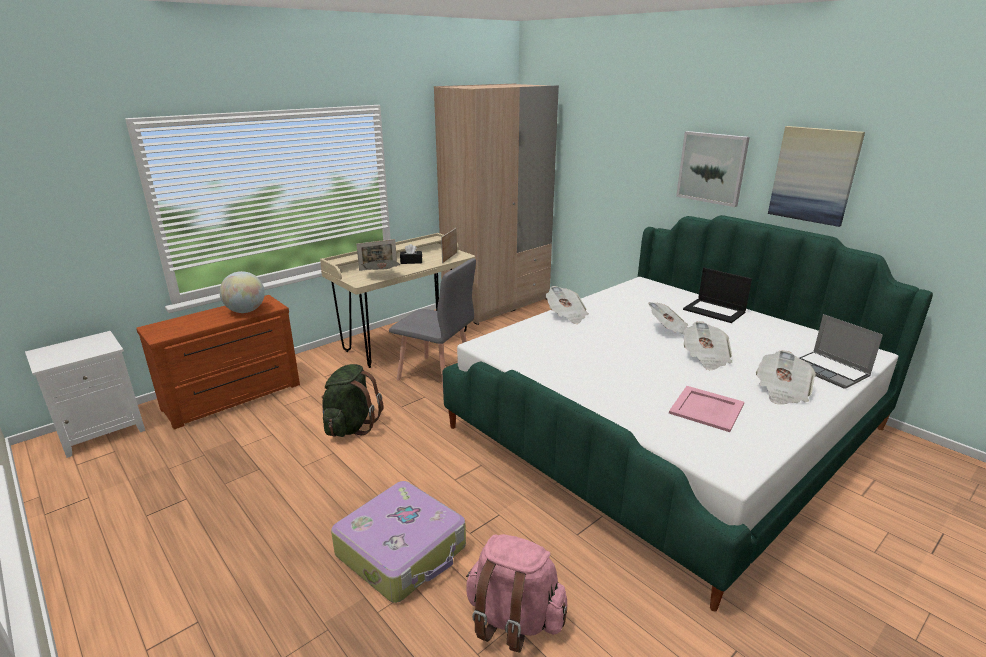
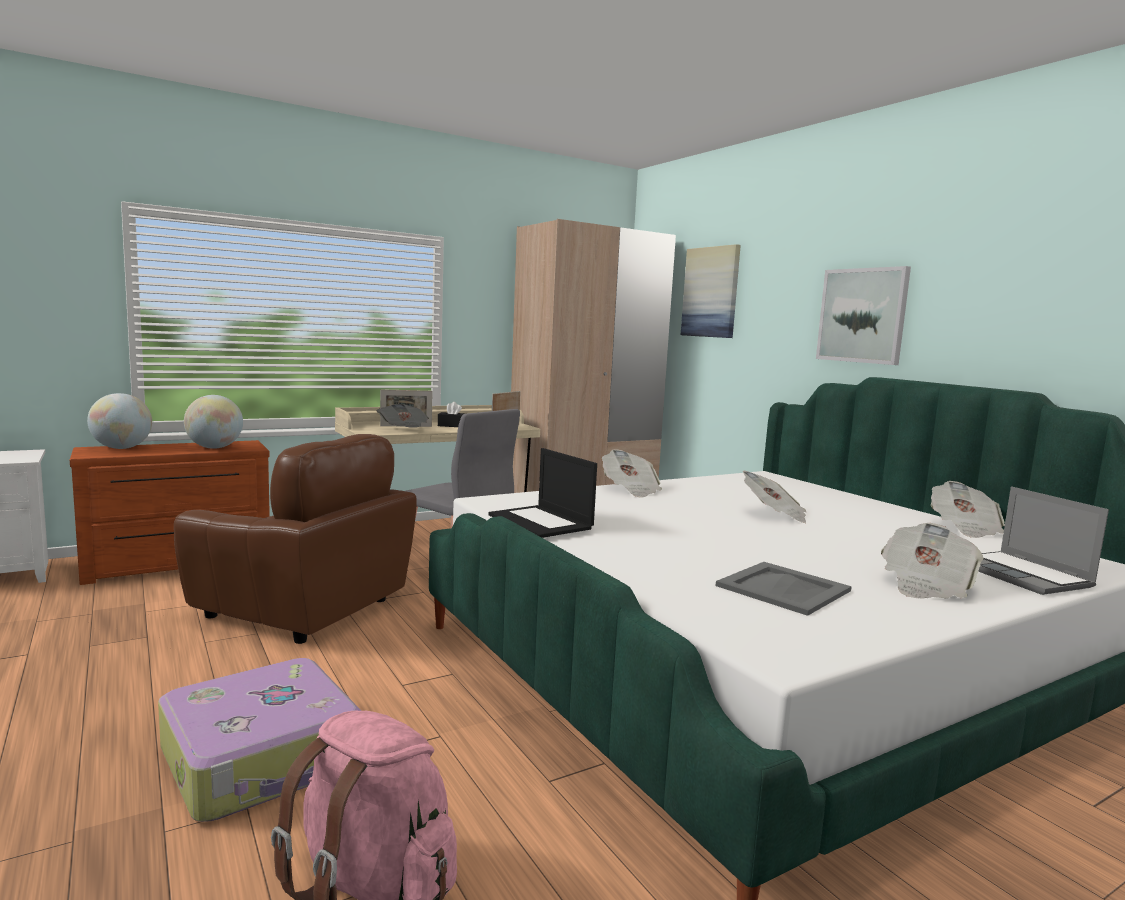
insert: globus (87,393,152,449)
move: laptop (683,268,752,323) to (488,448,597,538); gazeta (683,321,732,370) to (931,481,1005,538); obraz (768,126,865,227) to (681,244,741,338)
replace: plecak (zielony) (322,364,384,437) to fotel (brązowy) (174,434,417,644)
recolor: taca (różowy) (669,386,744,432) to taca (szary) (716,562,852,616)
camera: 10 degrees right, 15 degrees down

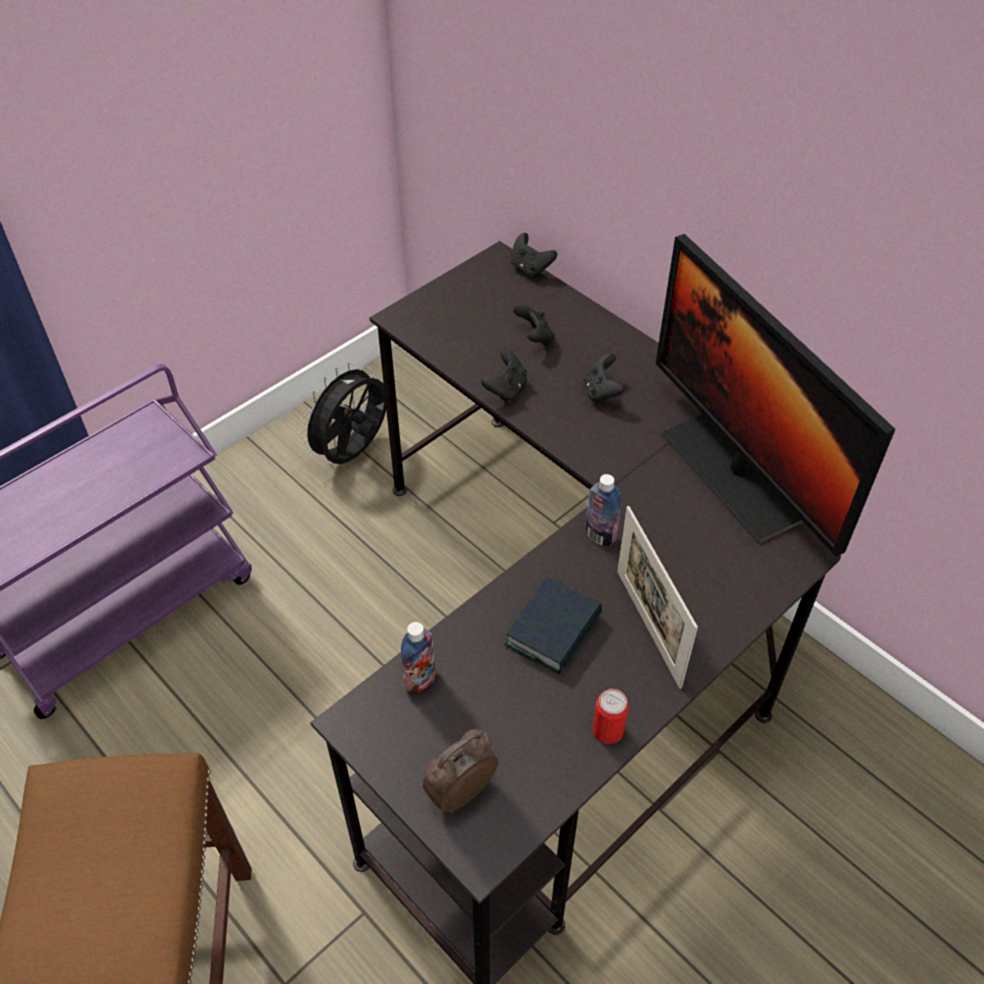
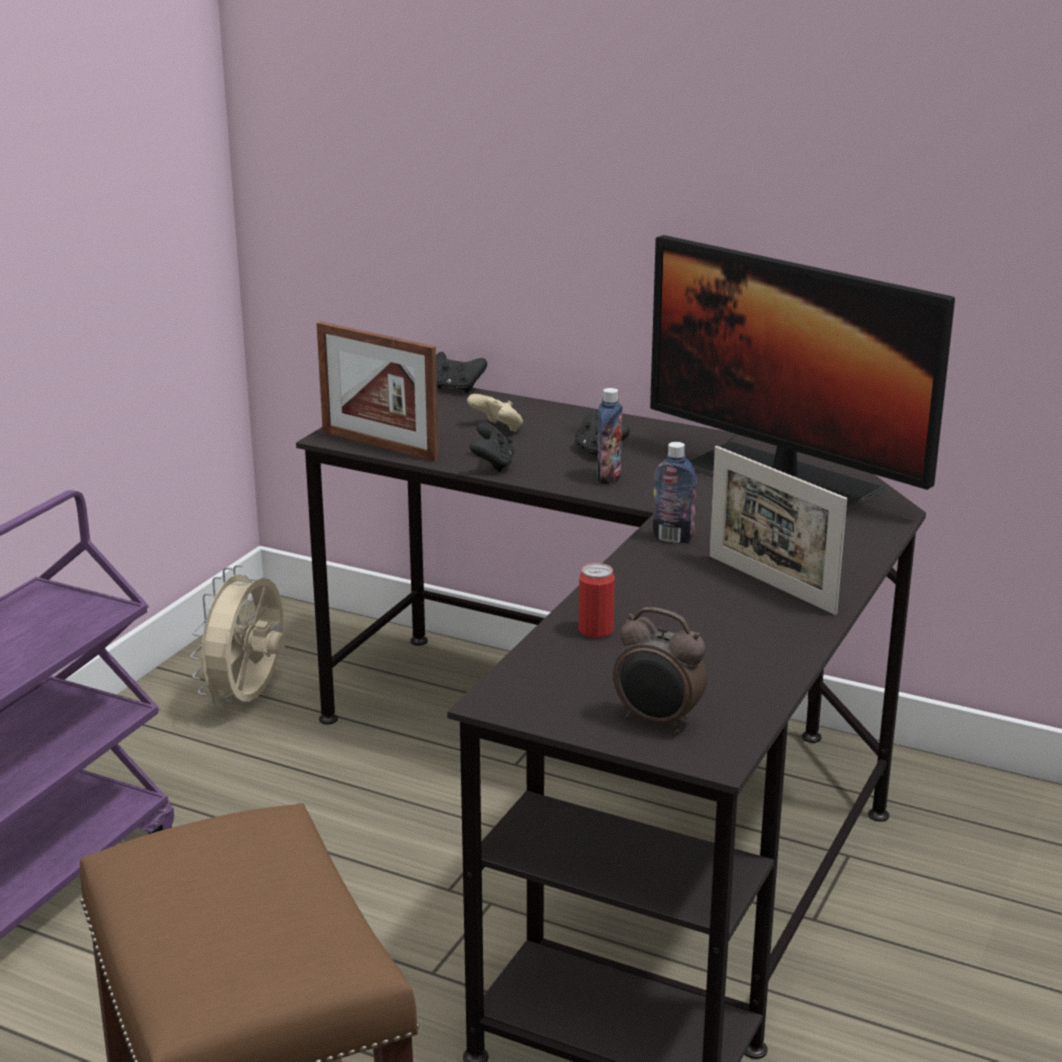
delete: książka (504,577,602,674)
insert: ramka na zdjęcie (317,321,439,461)
move: butelka (401,622,436,696) to (597,388,622,484); puszka (593,689,628,744) to (579,563,615,638)
recolor: wentylator (czarny) (299,362,386,464) to wentylator (beżowy) (190,565,286,707); pad do gier (czarny) (513,304,555,346) to pad do gier (beżowy) (467,394,523,432)
rotate: budzik (423,729,498,813) = (613,607,707,733) 90 degrees counterclockwise
camera: 20 degrees left, 25 degrees down

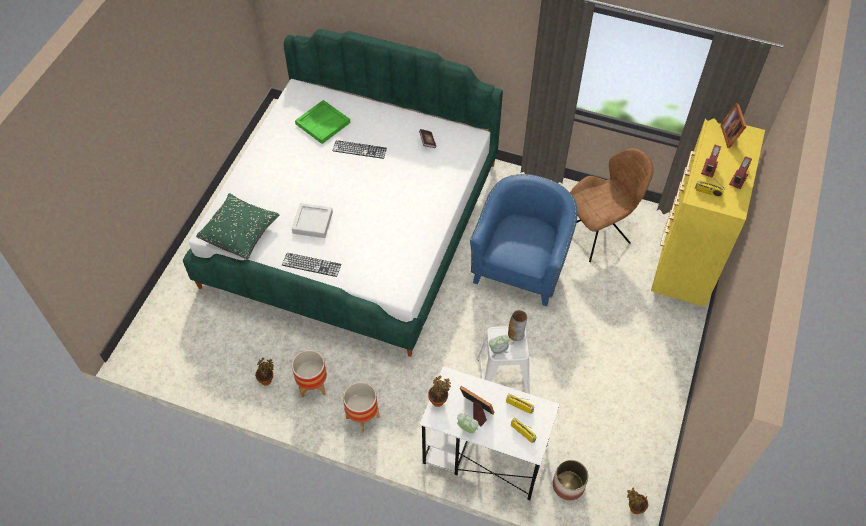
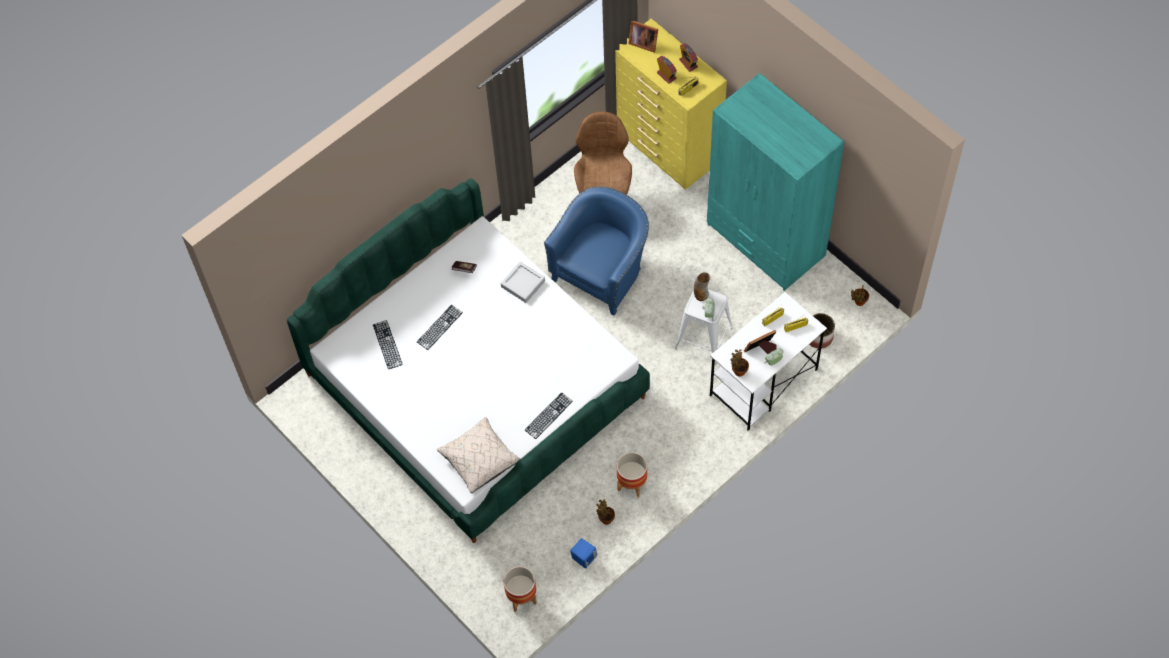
insert: głośnik (niebieski) (570,538,597,568); szafa (turkusowy) (707,73,844,291)
move: taca (szary) (292,203,333,238) to (501,261,545,303); donica (343,382,379,433) to (504,566,537,612)
replace: taca (zielony) (295,100,350,144) to klawiatura (373,320,403,369)
recolor: poduszka (zielony) (196,193,279,259) to poduszka (beżowy) (437,417,521,493)
rotate: fotel (niebieski) (470,174,577,306) = (544,187,649,315) 75 degrees clockwise
camera: 60 degrees left, 5 degrees up

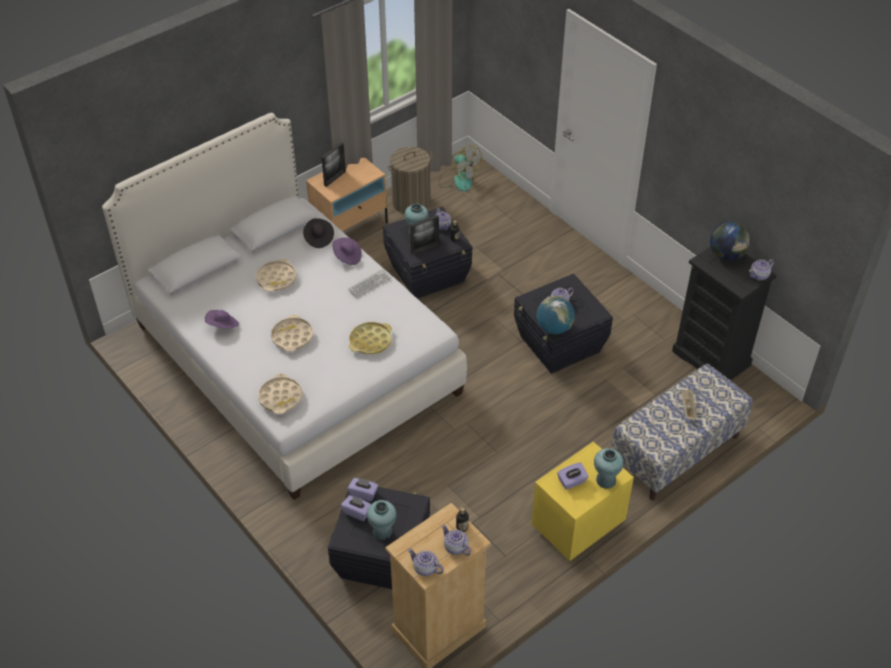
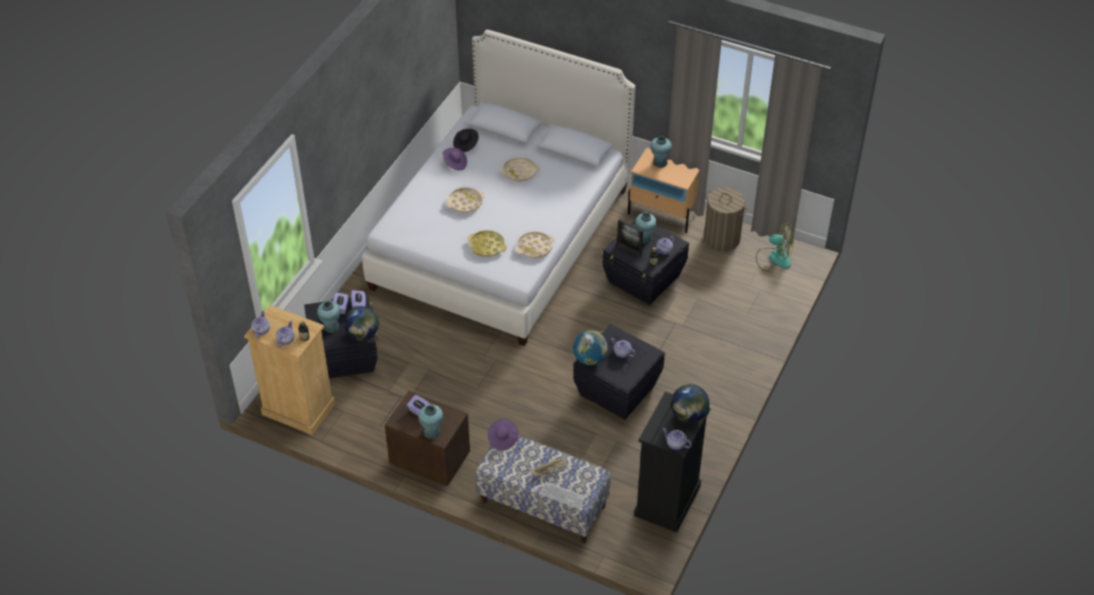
insert: globus (344,306,379,341)
move: taca (beżowy) (258,374,302,414) to (515,231,554,258); kapelusz (czarny) (303,218,334,248) to (453,129,478,152); kapelusz (fioletowy) (333,237,362,265) to (488,419,518,450); klawiatura (347,269,392,299) to (540,482,586,509)
replace: ramka na zdjęcie (322,142,346,187) to wazon (turkusowy) (651,136,672,168)
recolor: szafka nocna (żółty) (531,442,634,561) to szafka nocna (brązowy) (385,391,470,486)
rotate: wentylator (439,145,482,192) = (756,222,794,271) 90 degrees counterclockwise
camera: 65 degrees right, 0 degrees up

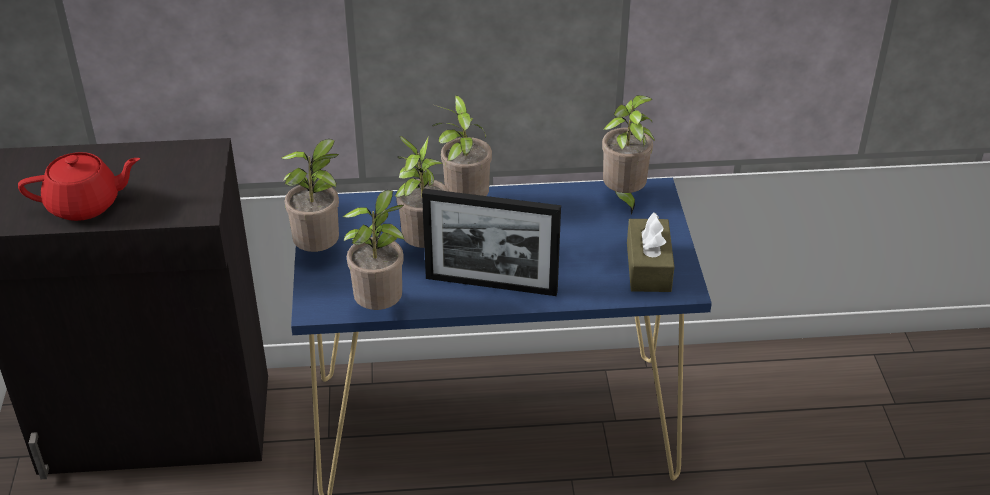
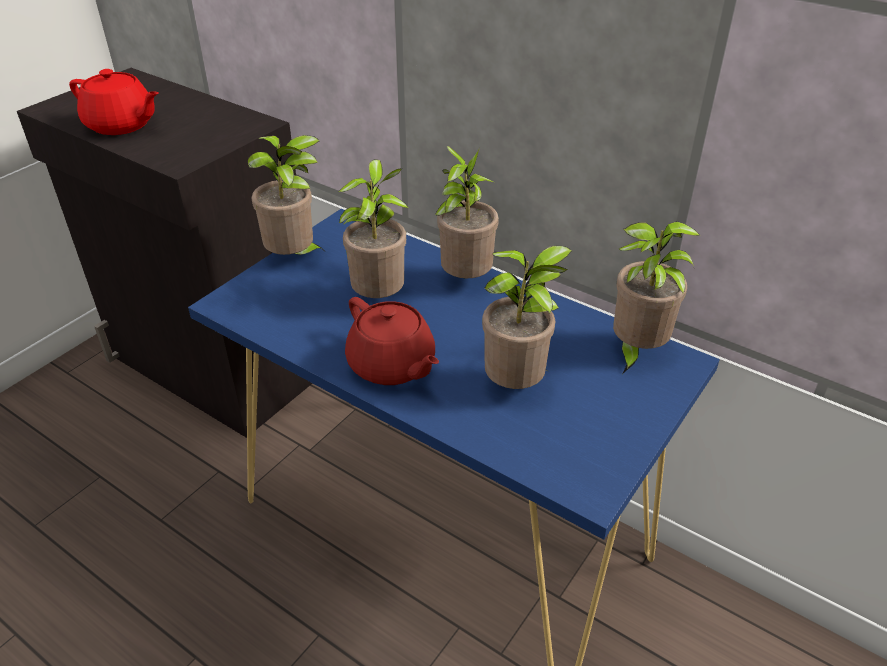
delete: pudełko chusteczek (brązowy) (627,212,674,292)
move: roślina doniczkowa (343,190,404,310) to (482,245,572,389)
replace: ramka na zdjęcie (422,189,561,296) to imbryk (czerwony) (345,297,439,385)
camera: 40 degrees right, 0 degrees up

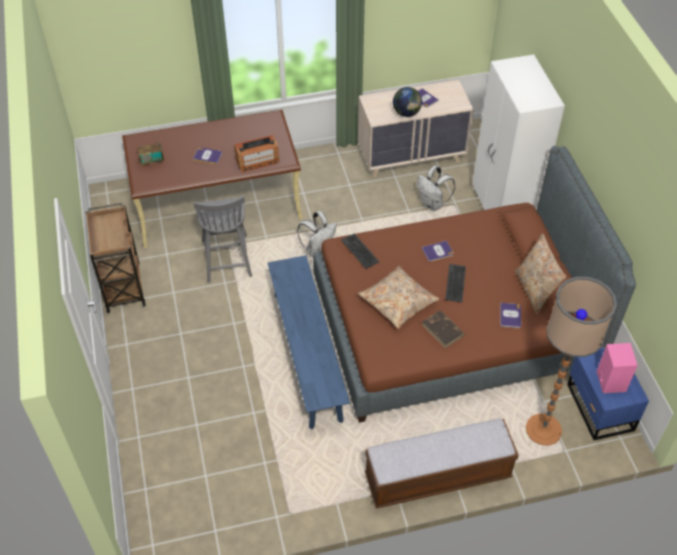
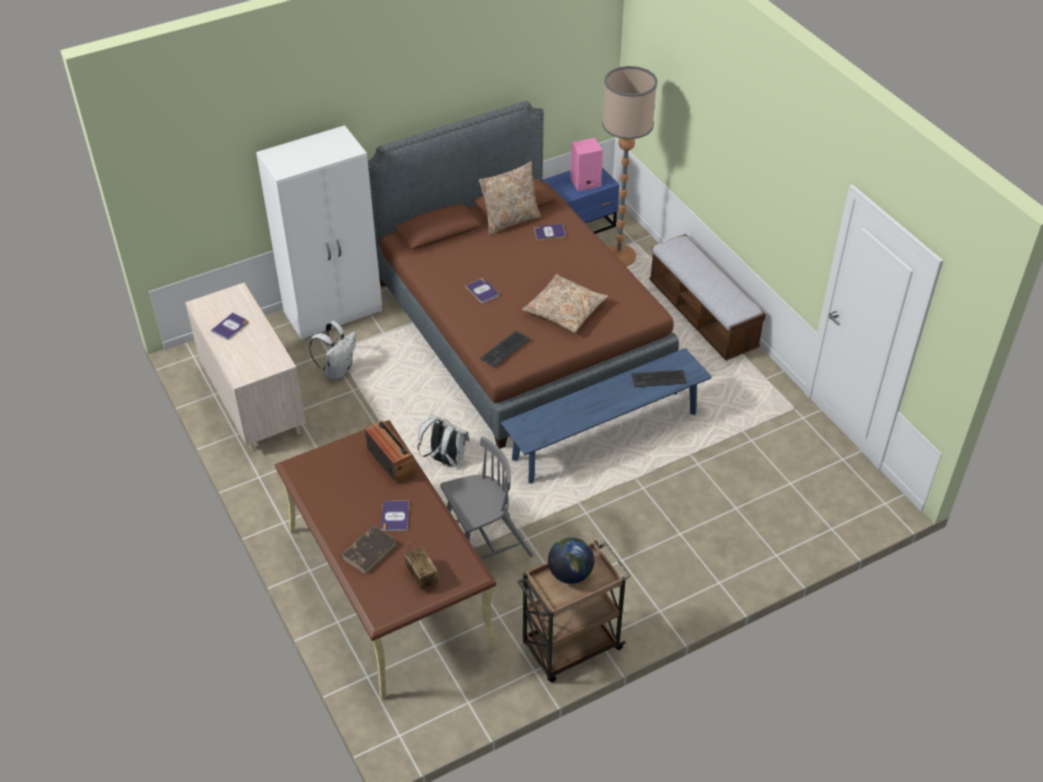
move: globus (393,87,422,117) to (548,537,594,584); książka (brązowy) (422,310,465,348) to (341,526,397,575); klawiatura (445,264,466,302) to (631,370,687,387)
camera: 105 degrees left, 5 degrees down

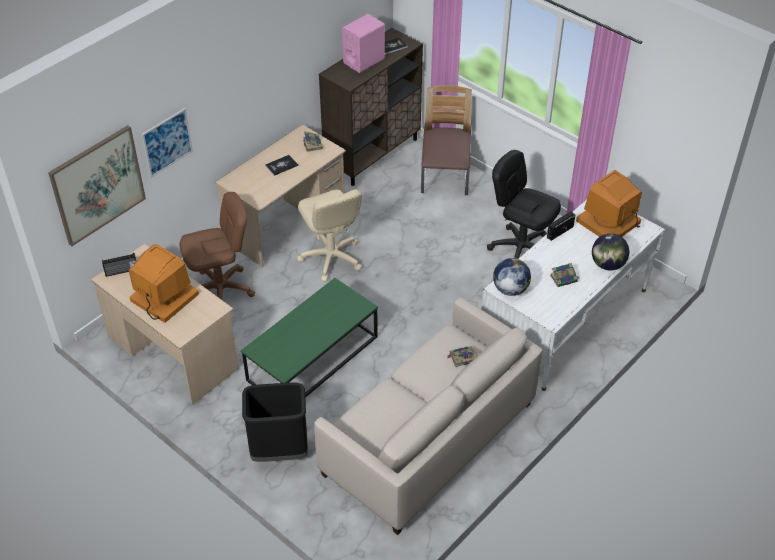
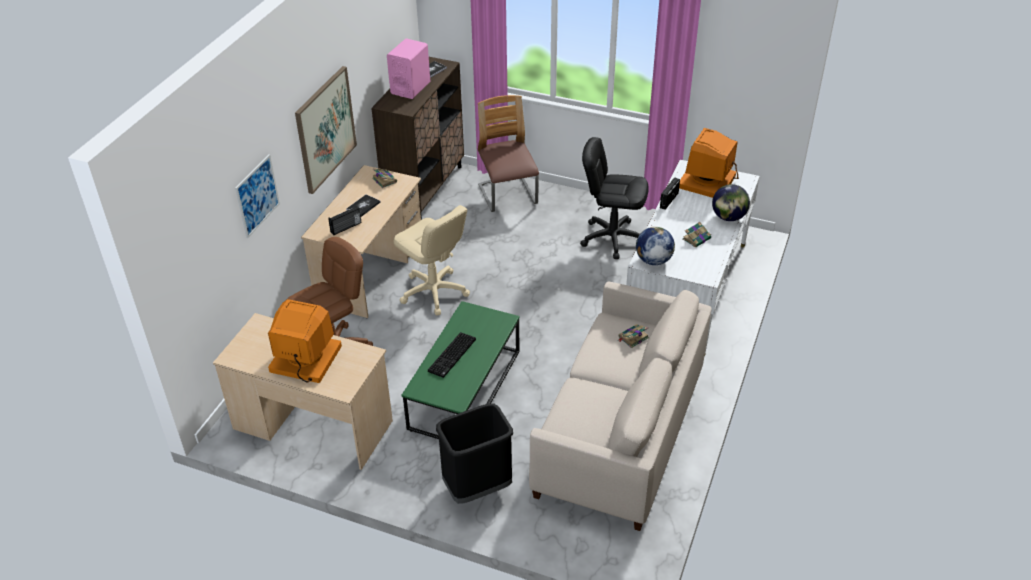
insert: klawiatura (428,332,476,378)
move: obraz (48,125,146,246) to (295,66,357,194); radio (102,253,136,277) to (328,206,361,235)
camera: 20 degrees left, 5 degrees down

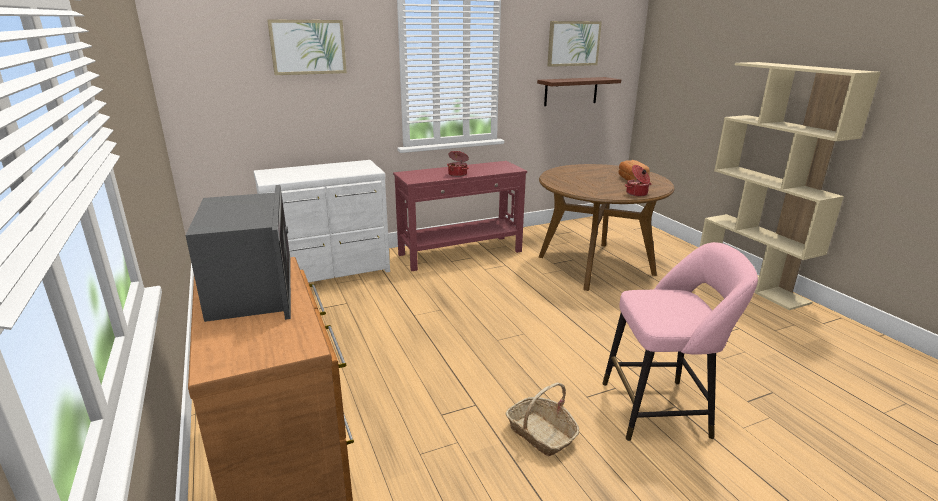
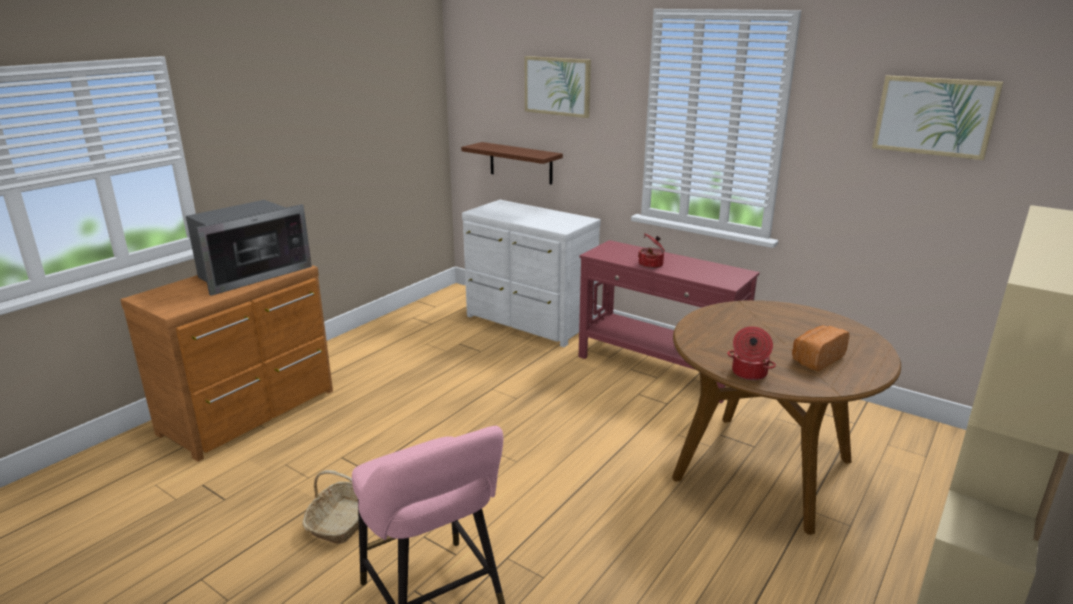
move: półka (brązowy) (537,77,621,106) to (461,142,563,184)
camera: 60 degrees right, 0 degrees up

